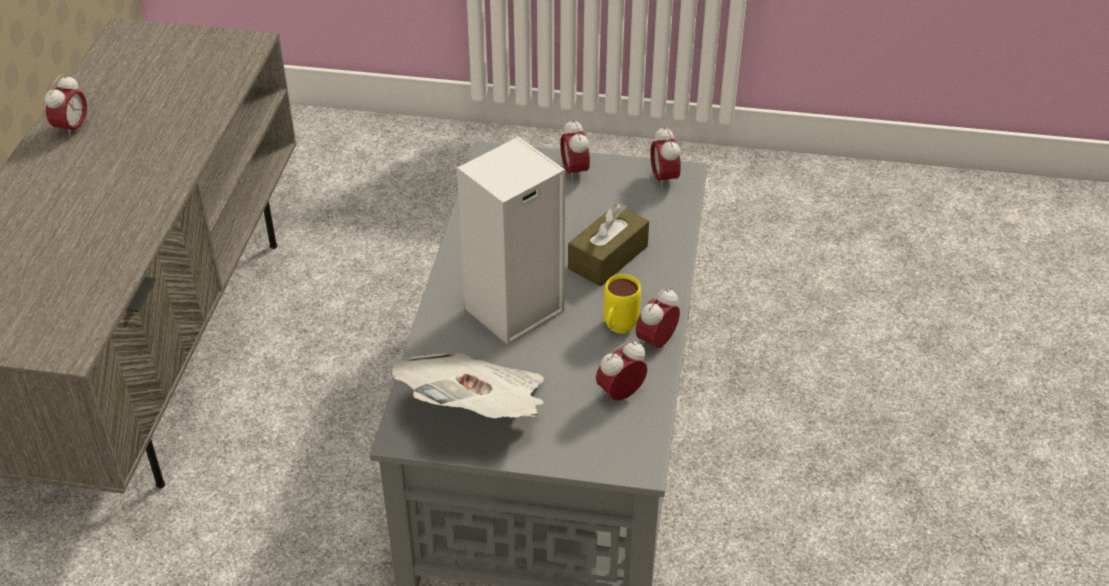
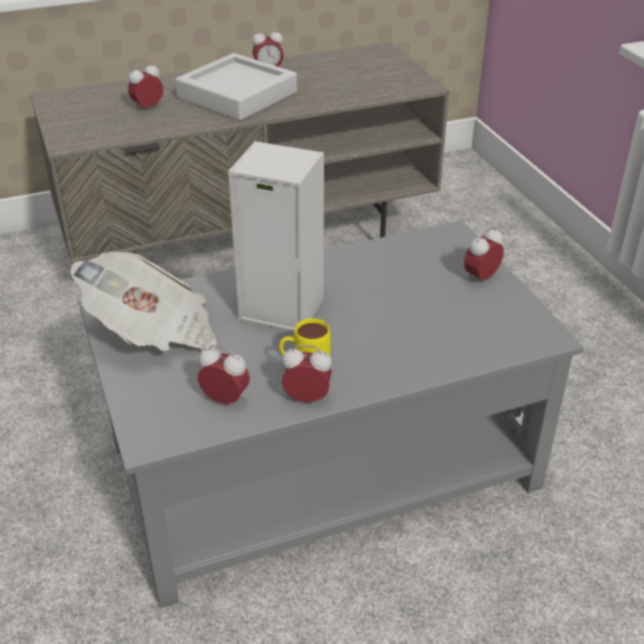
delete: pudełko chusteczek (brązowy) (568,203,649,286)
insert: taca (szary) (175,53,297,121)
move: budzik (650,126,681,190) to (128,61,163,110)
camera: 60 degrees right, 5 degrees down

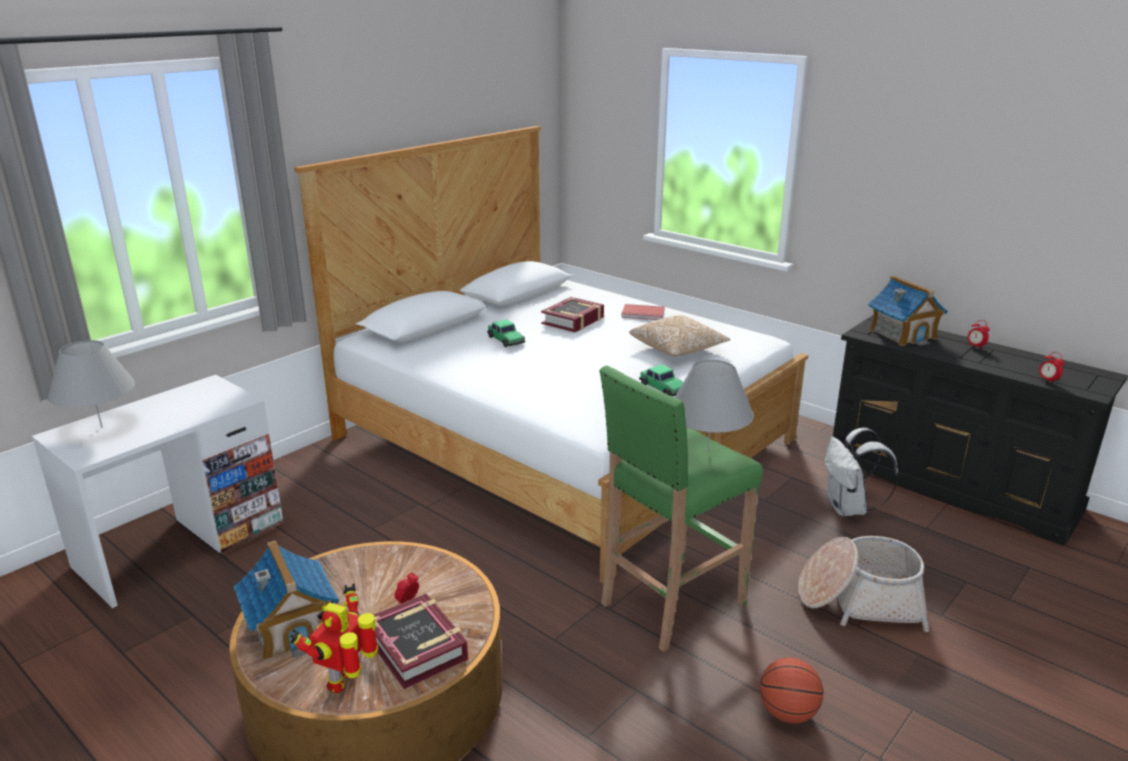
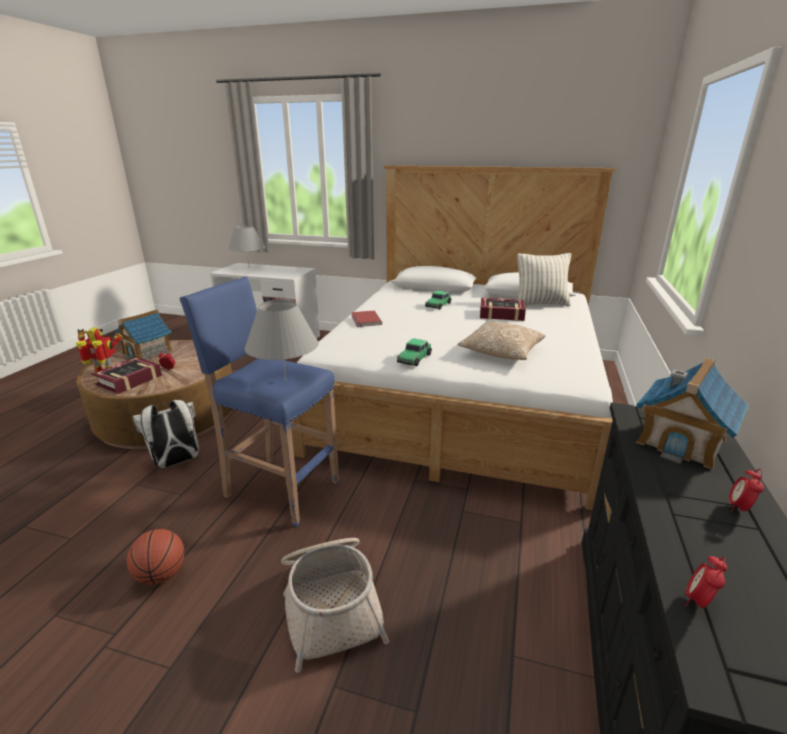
insert: poduszka (517,253,571,306)
move: książka (czerwony) (621,304,665,320) to (351,310,382,327); plecak (biały) (825,427,898,516) to (132,400,199,468)
recolor: stołek (zielony) (599,365,763,652) to stołek (niebieski) (179,277,339,527)
camera: 65 degrees right, 0 degrees up

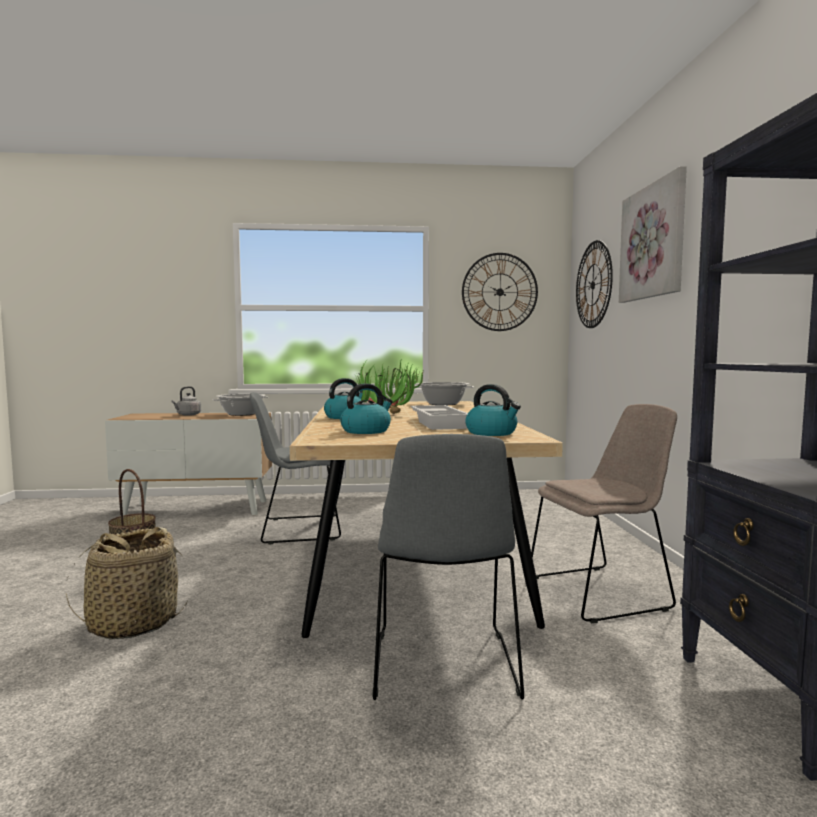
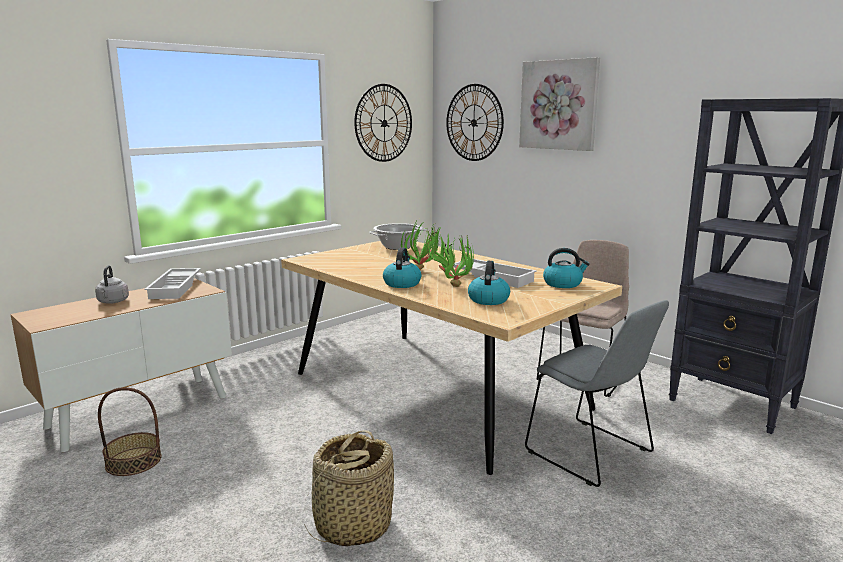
delete: krzesło (szary) (250,392,341,545)
replace: garnek (213,394,268,416) to taca (biały) (145,268,201,299)
camera: 40 degrees left, 10 degrees up

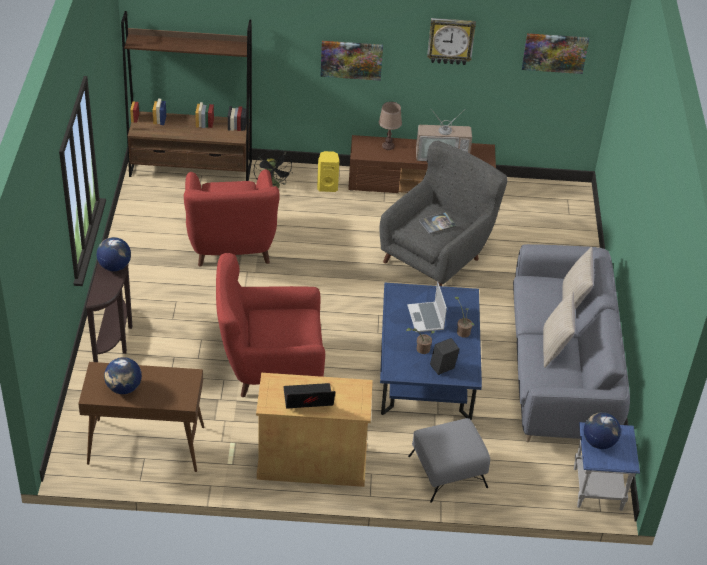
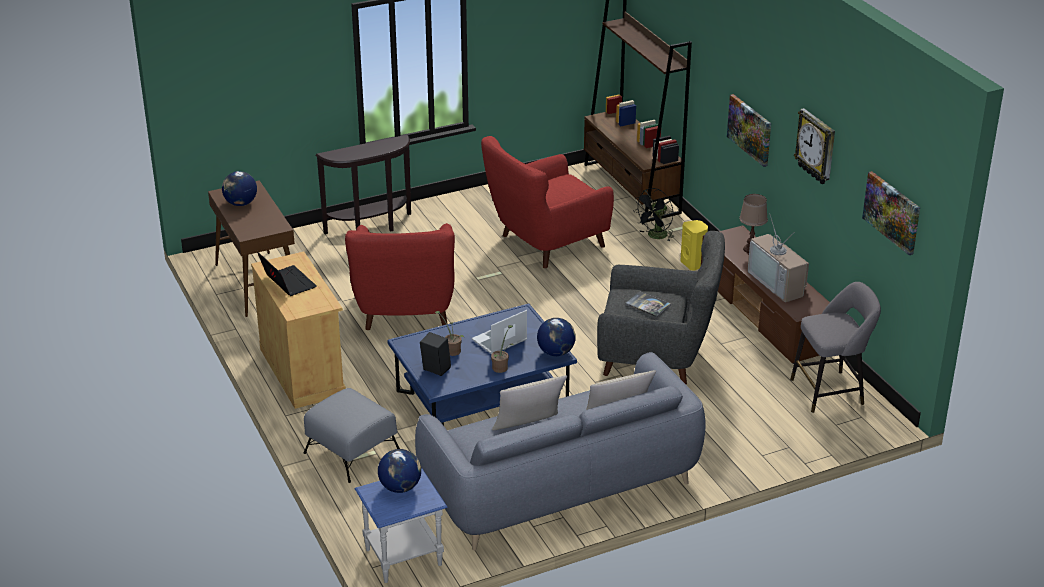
insert: stołek (szary) (790,282,881,413)
move: globus (96,237,131,271) to (537,318,576,356)
rotate: fotel (czerwony) (216,253,325,397) = (345,223,455,330) 150 degrees counterclockwise
camera: 65 degrees right, 10 degrees down

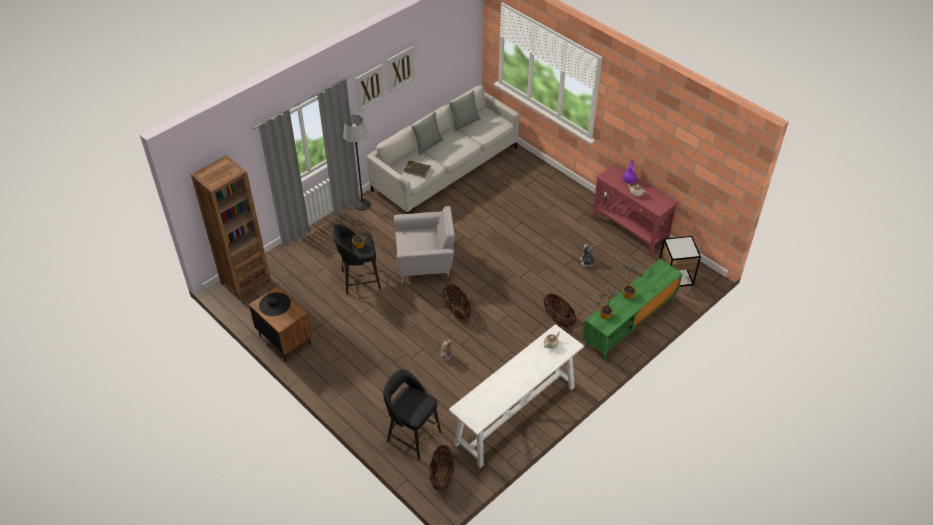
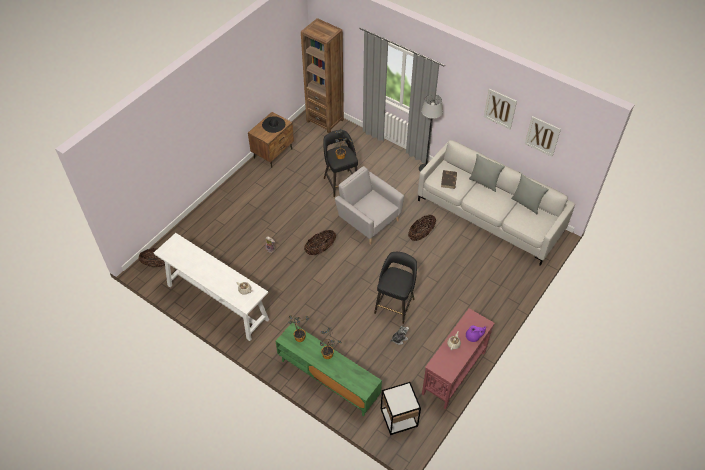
move: obraz (355,64,385,112) to (525,116,561,157); stołek (czarny) (383,370,441,460) to (374,252,417,324); koszyk (544,293,577,328) to (408,215,436,241)
rotate: fotel (szary) (394,206,455,284) = (335,166,404,245) 150 degrees clockwise
camera: 80 degrees right, 5 degrees up

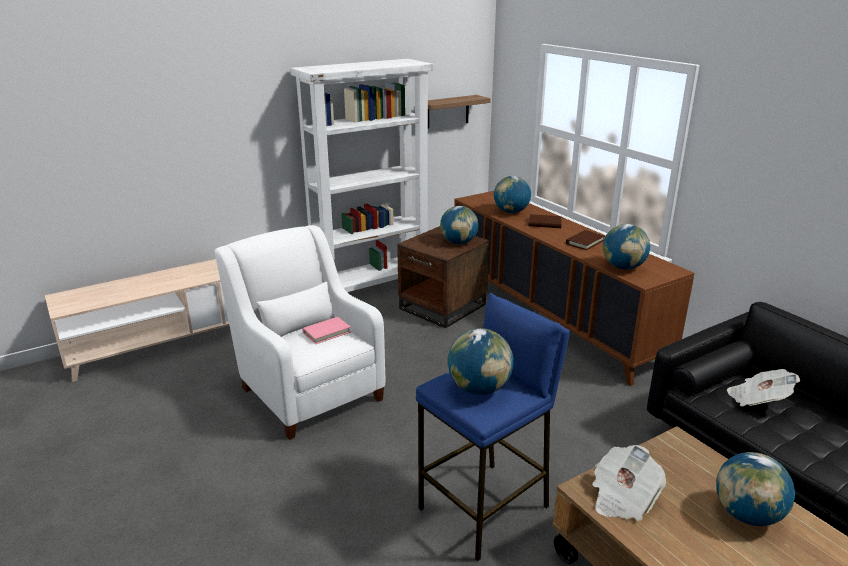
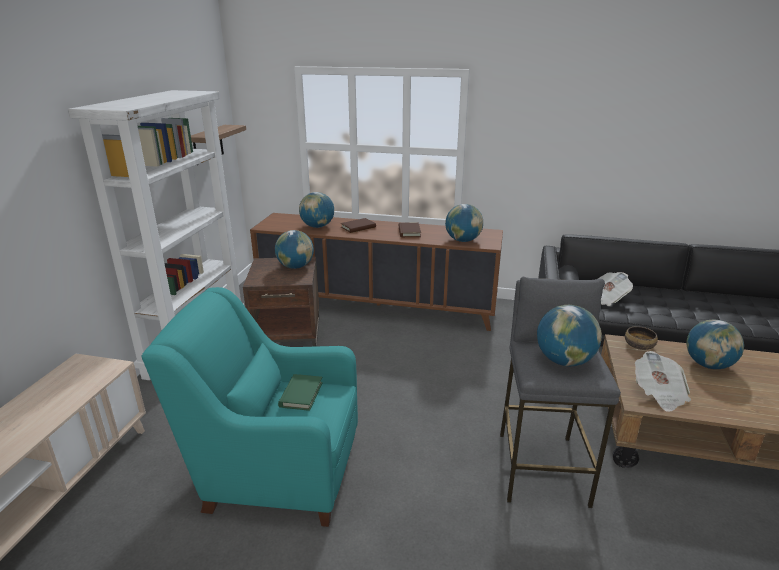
insert: miska (625,326,658,350)
recolor: fotel (biały) (215,225,385,440) to fotel (turkusowy) (142,287,358,527); książka (różowy) (302,317,351,344) to książka (zielony) (278,374,323,411); stołek (niebieski) (416,293,570,561) to stołek (szary) (500,277,621,508)
camera: 45 degrees left, 0 degrees up

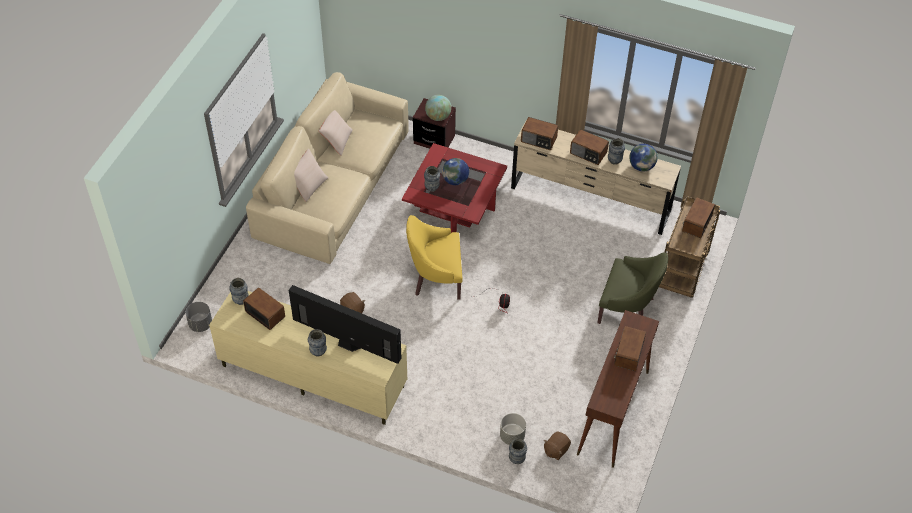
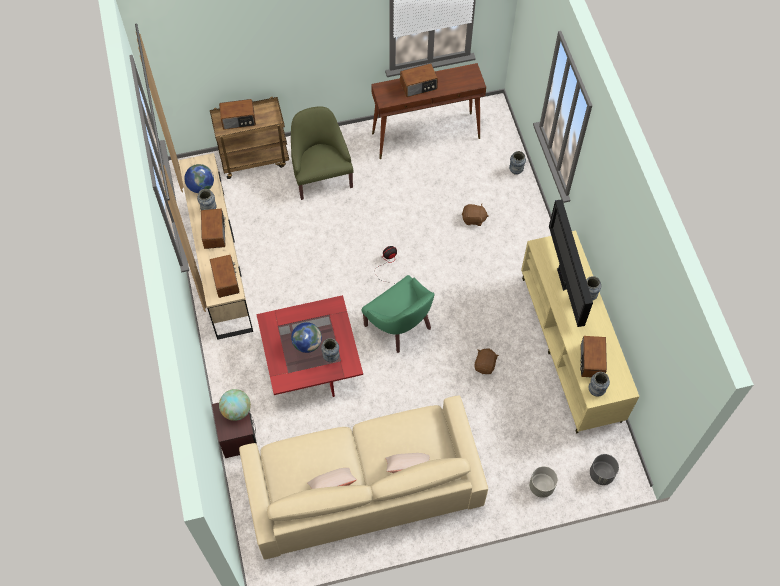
move: donica (szary) (500,413,526,445) to (529,466,558,498); pluszak (brązowy) (544,431,571,460) to (462,204,488,226)
recolor: fotel (żółty) (406,215,462,300) to fotel (zielony) (361,275,435,353)
camera: 125 degrees left, 10 degrees up

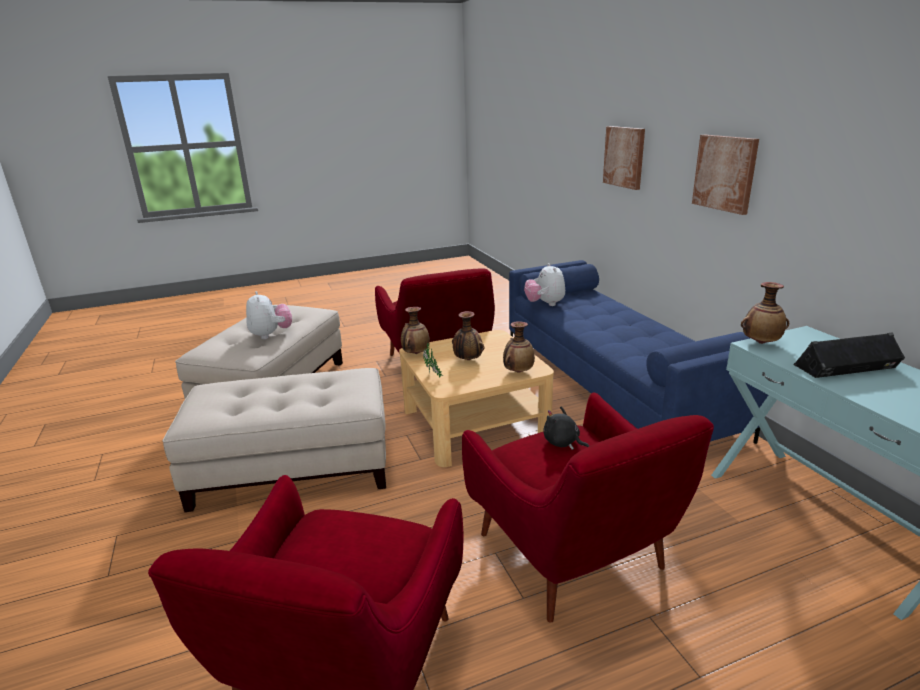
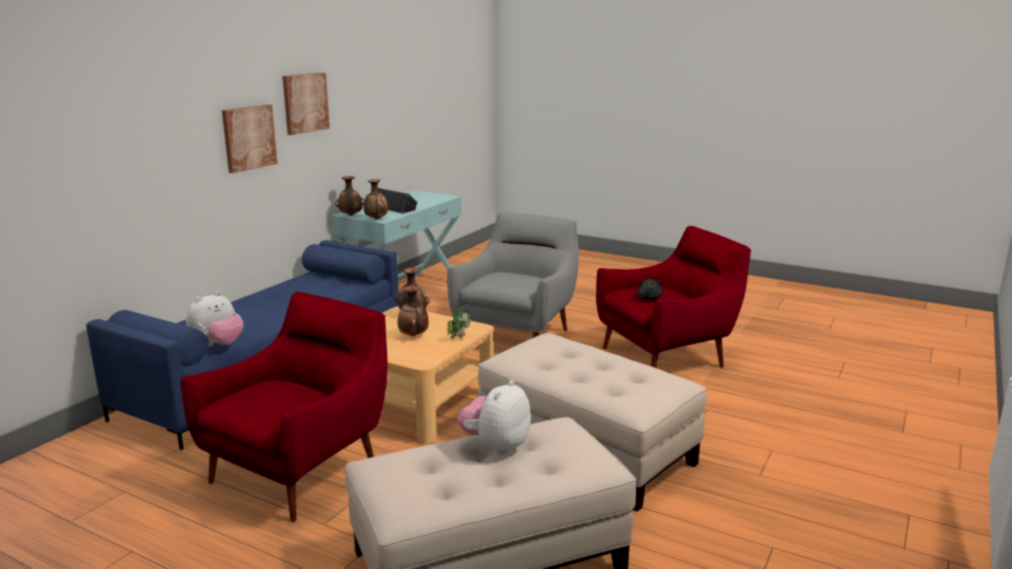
move: wazon (401,307,430,354) to (335,176,364,216); pluszak (czarny) (543,407,589,450) to (636,279,663,300); obraz (603,126,645,190) to (282,73,330,135)
recolor: fotel (czerwony) (462,392,714,623) to fotel (szary) (447,212,579,338)
camera: 130 degrees left, 5 degrees down

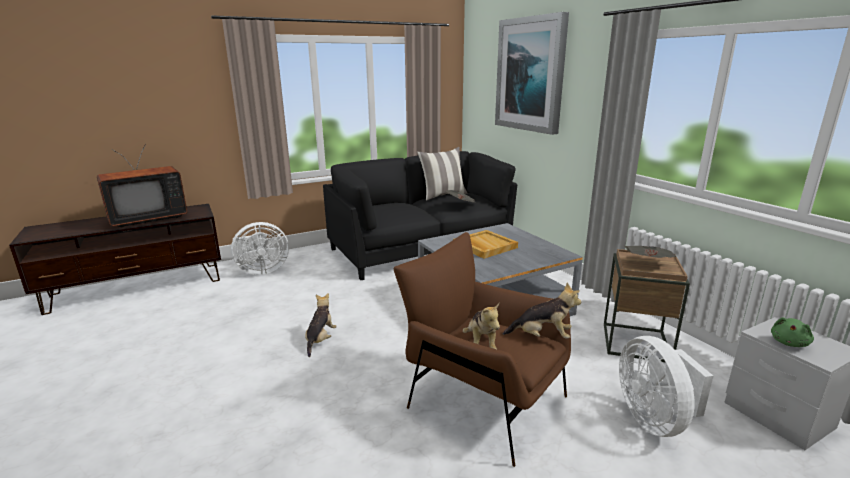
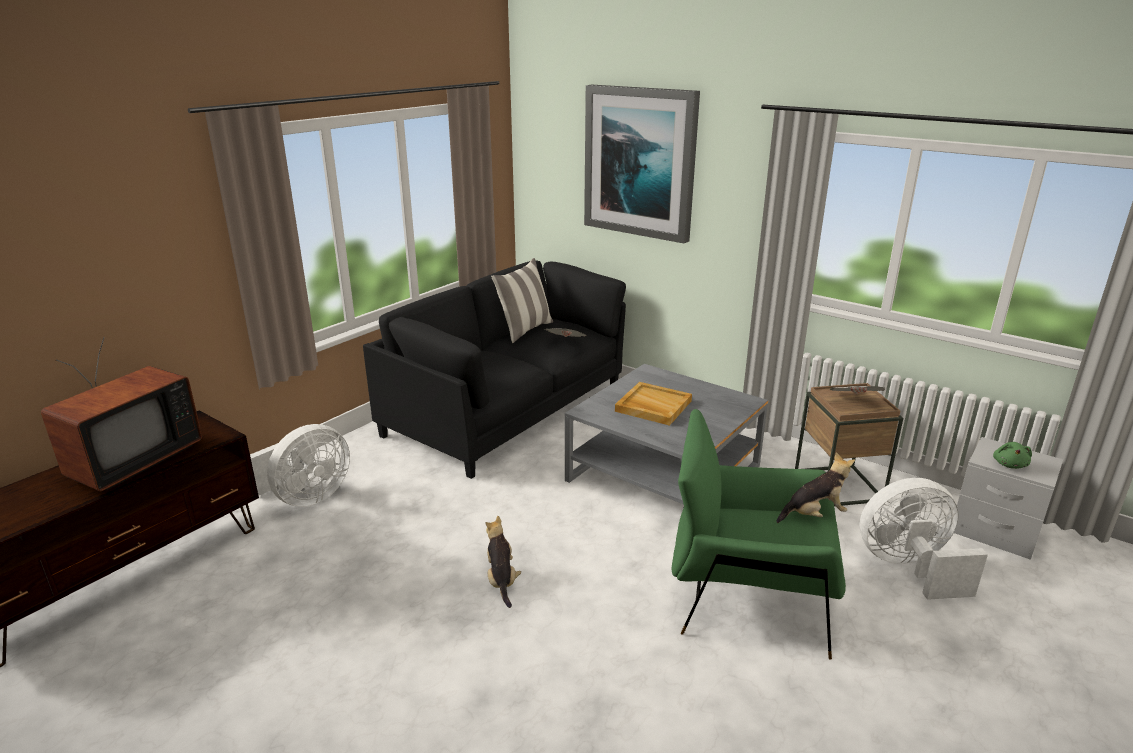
delete: pluszak (463,303,500,349)
recolor: fotel (brązowy) (394,232,571,467) to fotel (zielony) (672,409,846,659)
rotate: wentylator (biały) (619,336,713,437) = (859,478,988,600) 120 degrees clockwise
camera: 25 degrees left, 5 degrees up

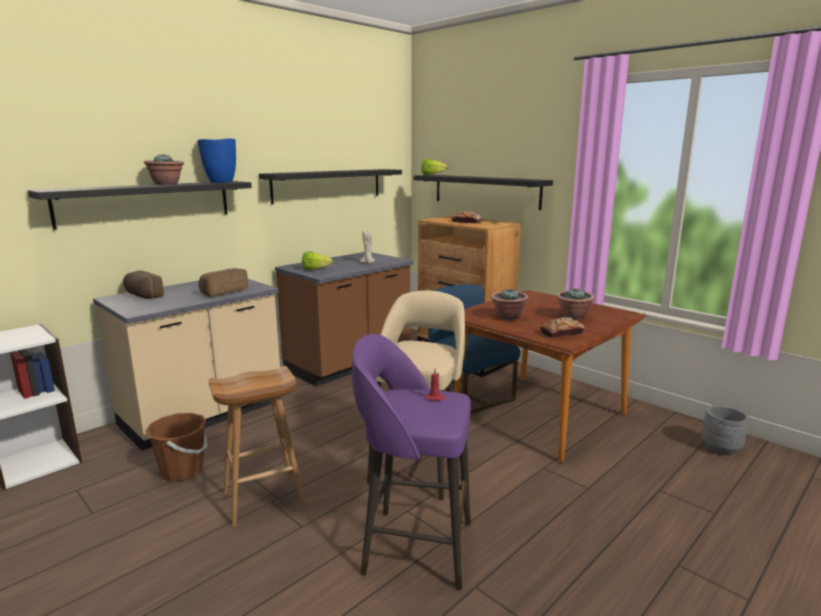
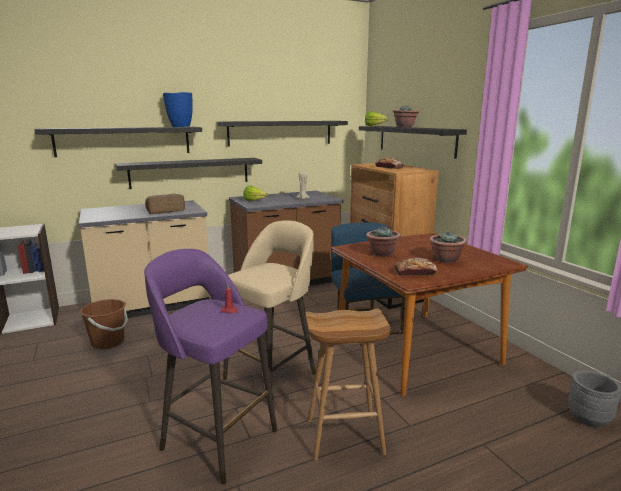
delete: chleb (123,270,164,299)
insert: półka (czarny) (116,158,262,189)
move: roślina doniczkowa (144,154,184,185) to (393,105,419,128); stołek (brązowy) (208,366,306,527) to (306,308,391,460)
camera: 20 degrees right, 0 degrees up

